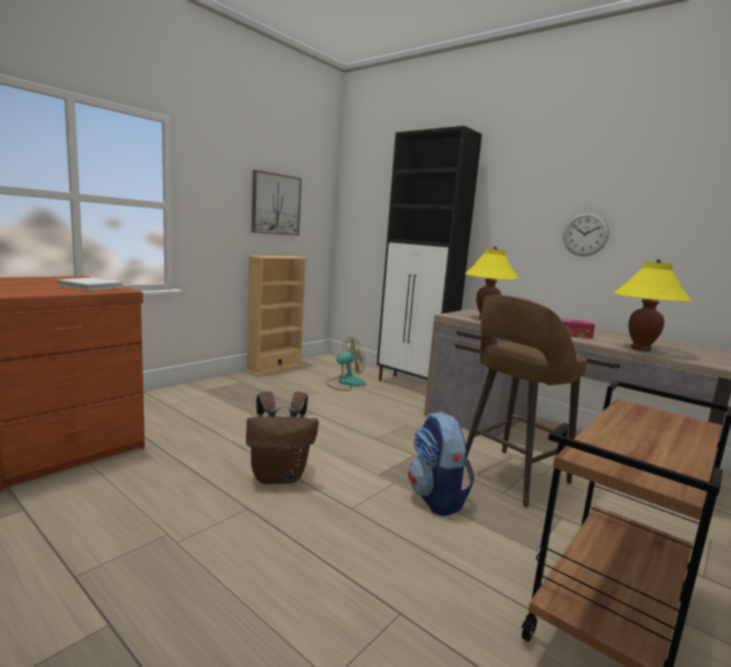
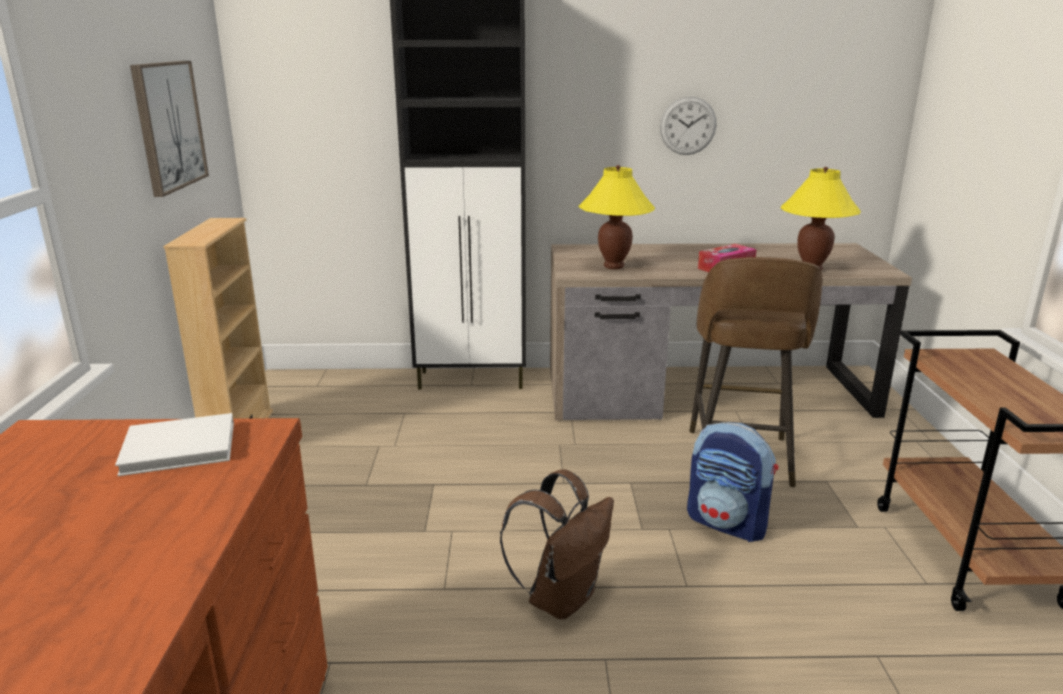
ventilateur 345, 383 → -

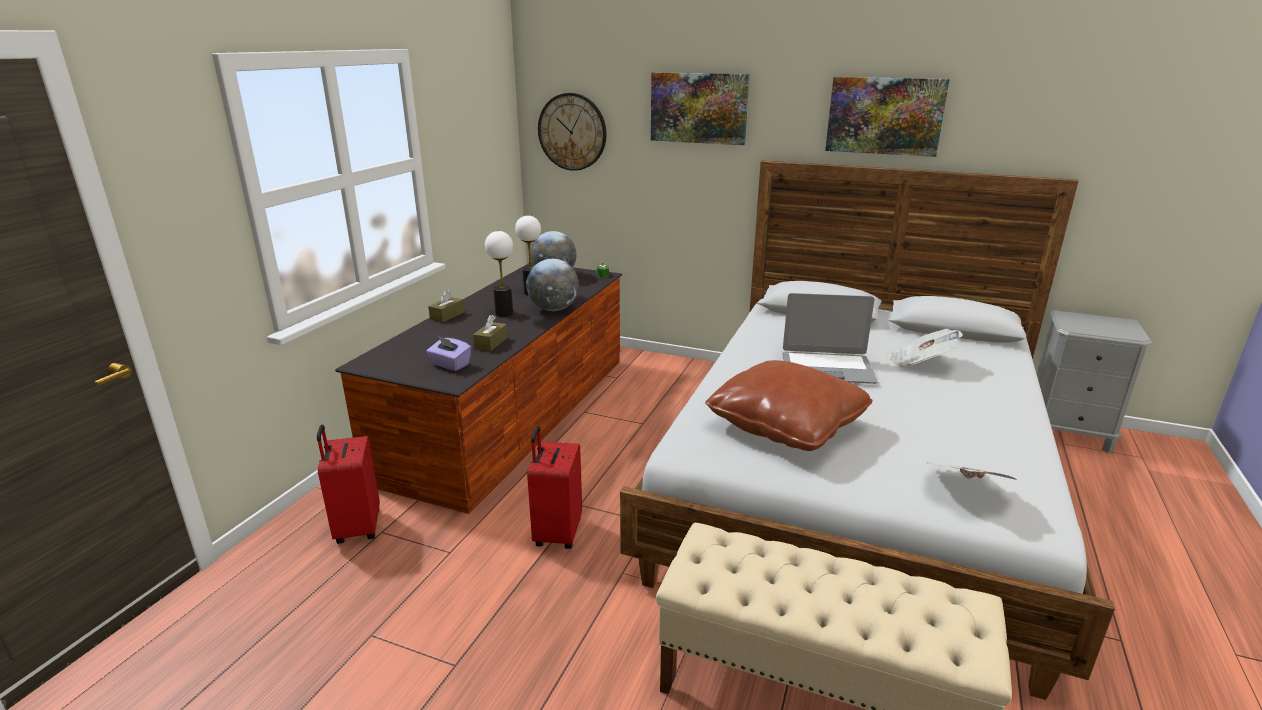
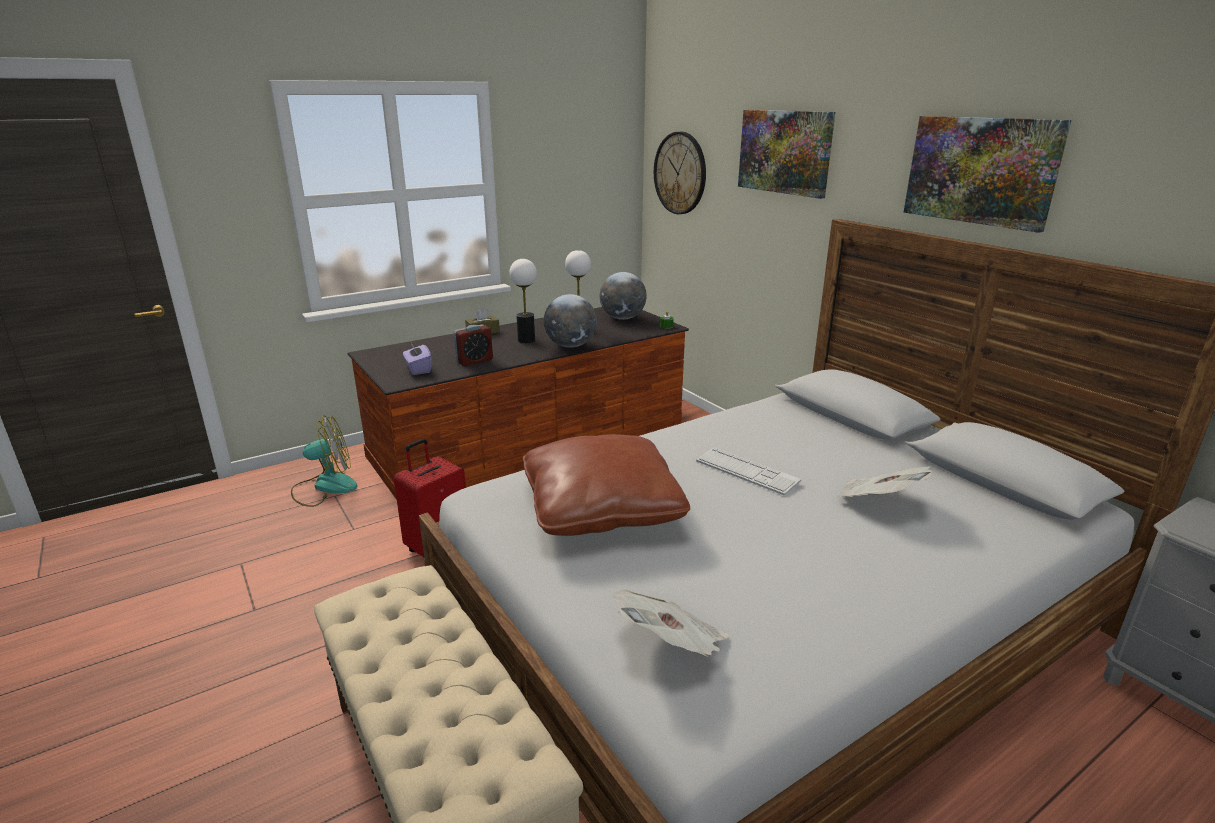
valise/rouge 356, 528 → ventilateur 325, 487
boîte à mouchoirs/marron 491, 343 → réveil 474, 361
ordinateur portable 827, 368 → clavier 747, 471

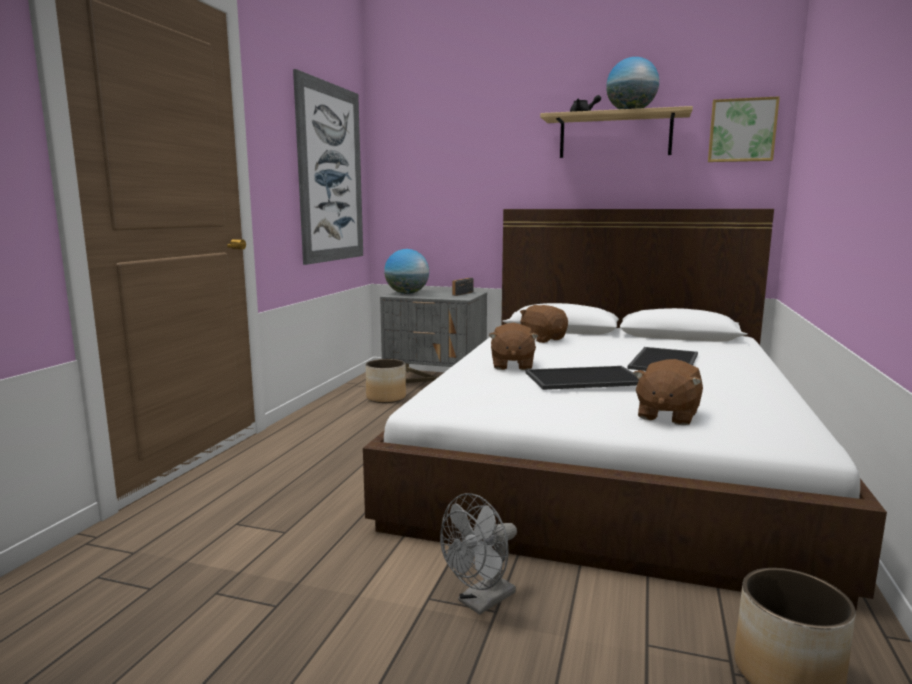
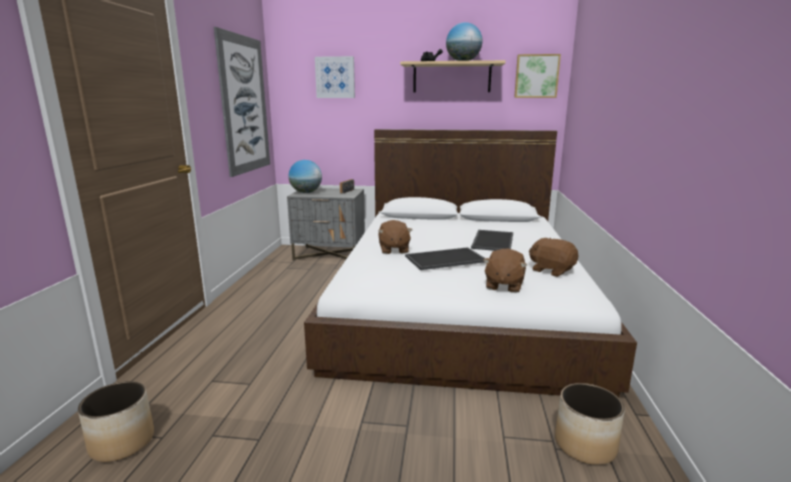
cache-pot 385, 398 → cache-pot 121, 443, moved
- → tableau 335, 77
peluche/marron 543, 339 → peluche/marron 551, 270, moved
ventilateur/gris 481, 602 → -

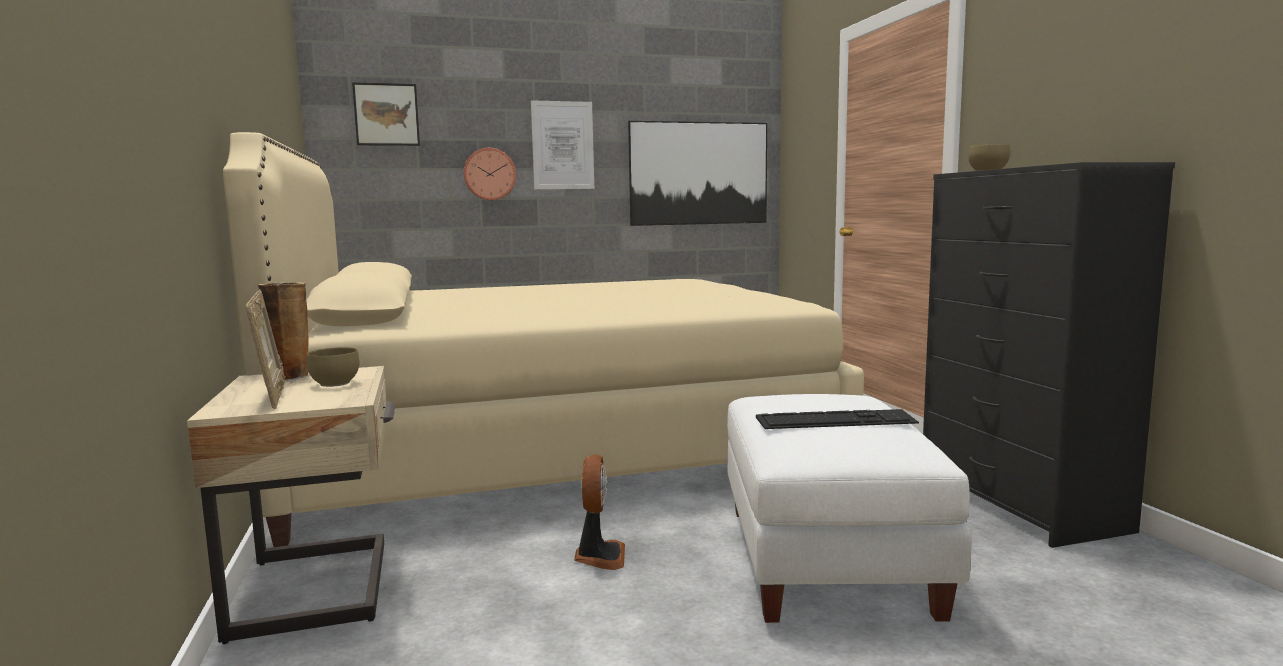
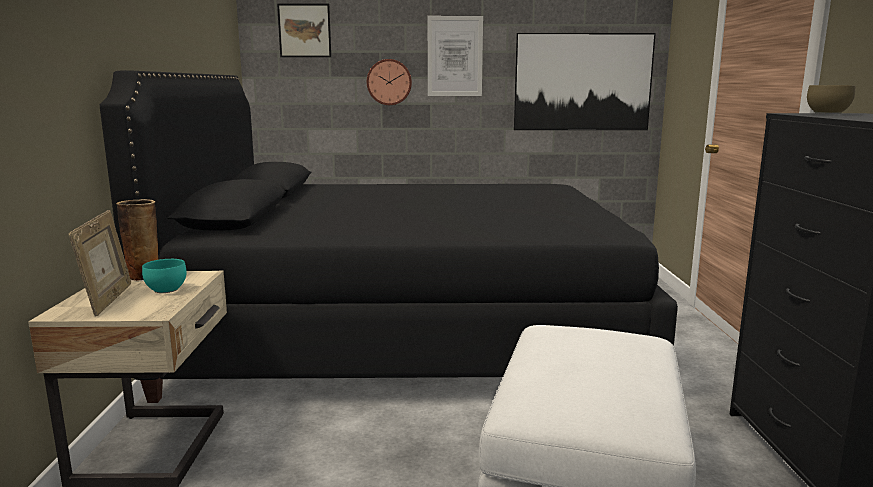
lit/beige 557, 446 → lit/noir 409, 331
bol/marron 336, 384 → bol/turquoise 167, 290
ventilateur 599, 556 → -
clavier 835, 420 → -

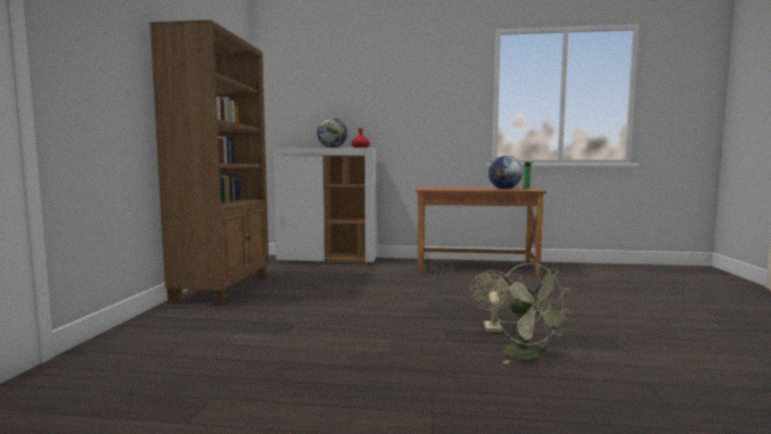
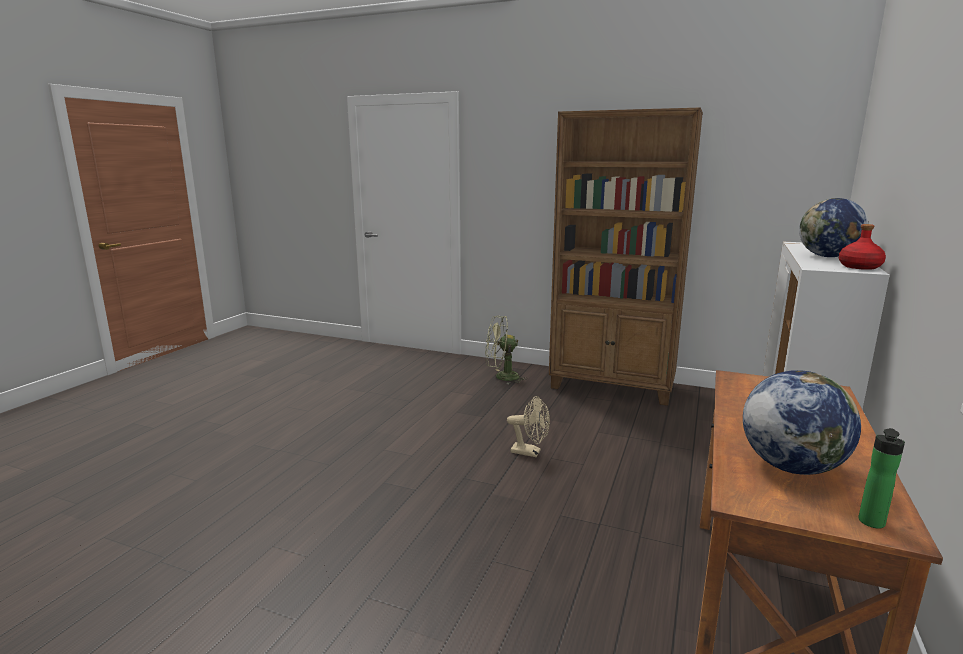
ventilateur/vert 528, 357 → ventilateur/vert 502, 377, moved
ventilateur/beige 491, 326 → ventilateur/beige 530, 452, moved

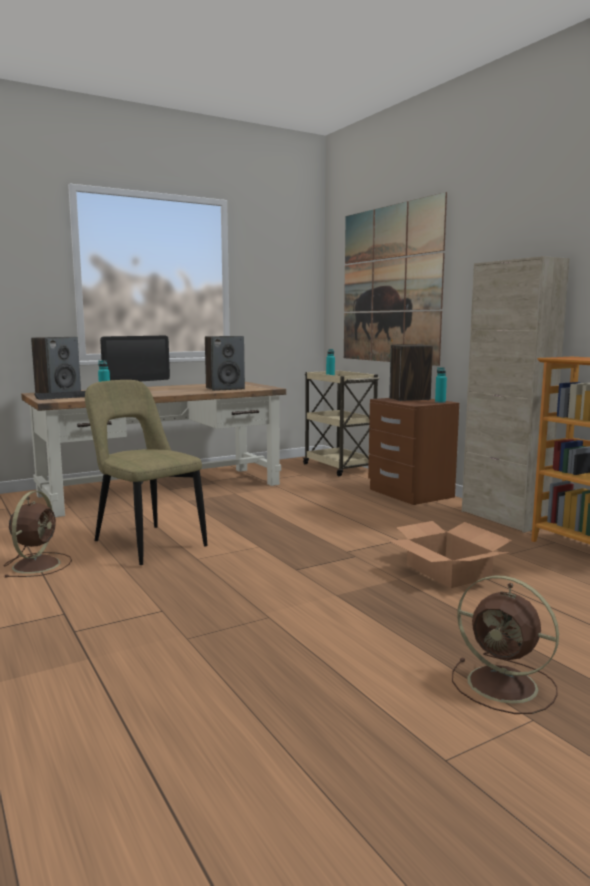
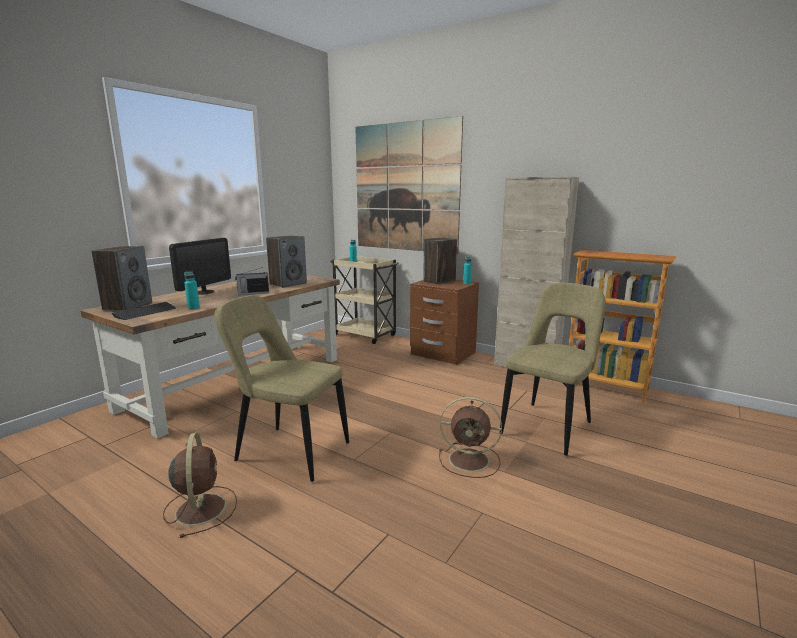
- → radio 253, 293
ventilateur/marron 505, 685 → ventilateur/marron 471, 460, moved
carton 448, 571 → chaise/beige 548, 426

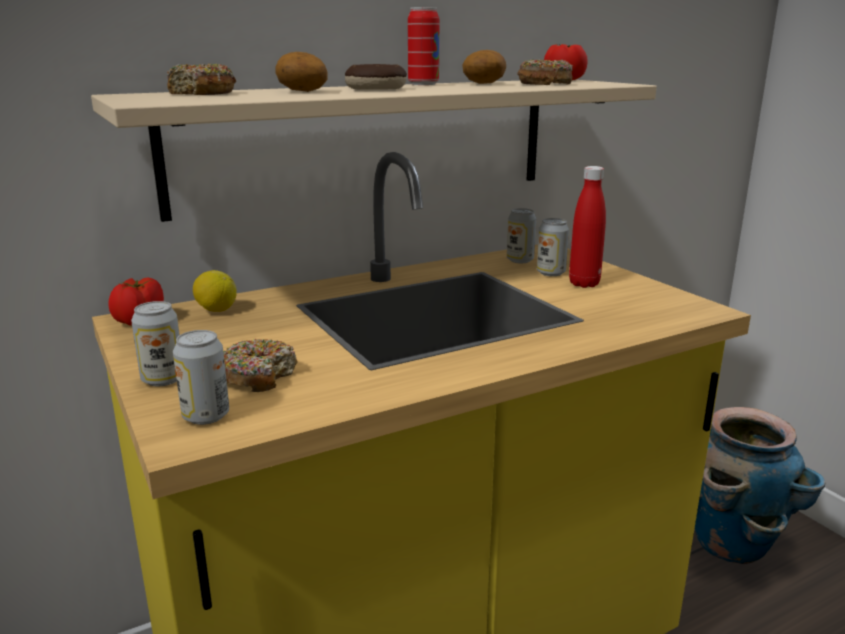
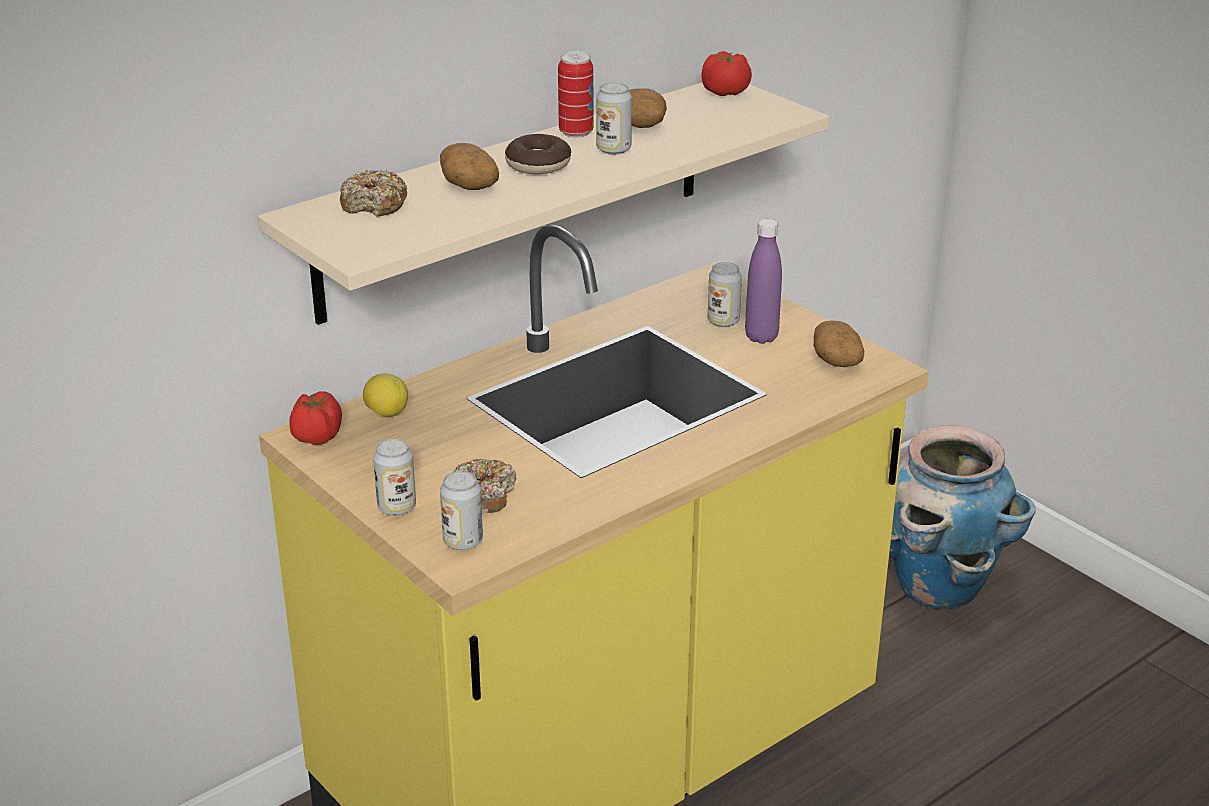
boîte métallique 520, 260 → boîte métallique 613, 149, moved
bouteille/rouge 584, 283 → bouteille/violet 761, 337
- → pomme de terre 836, 359
beignet 544, 83 → -

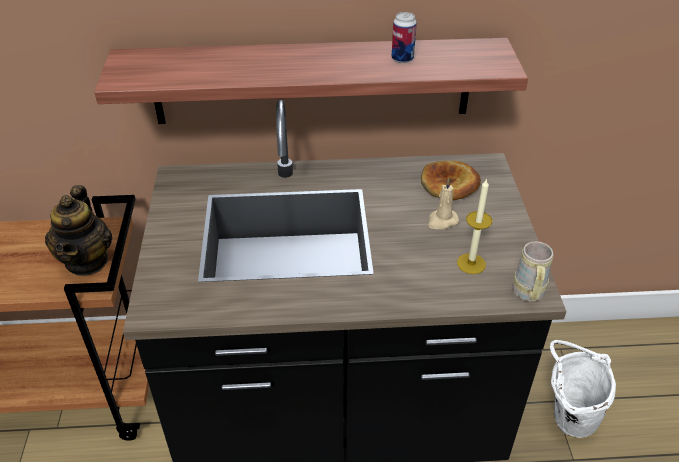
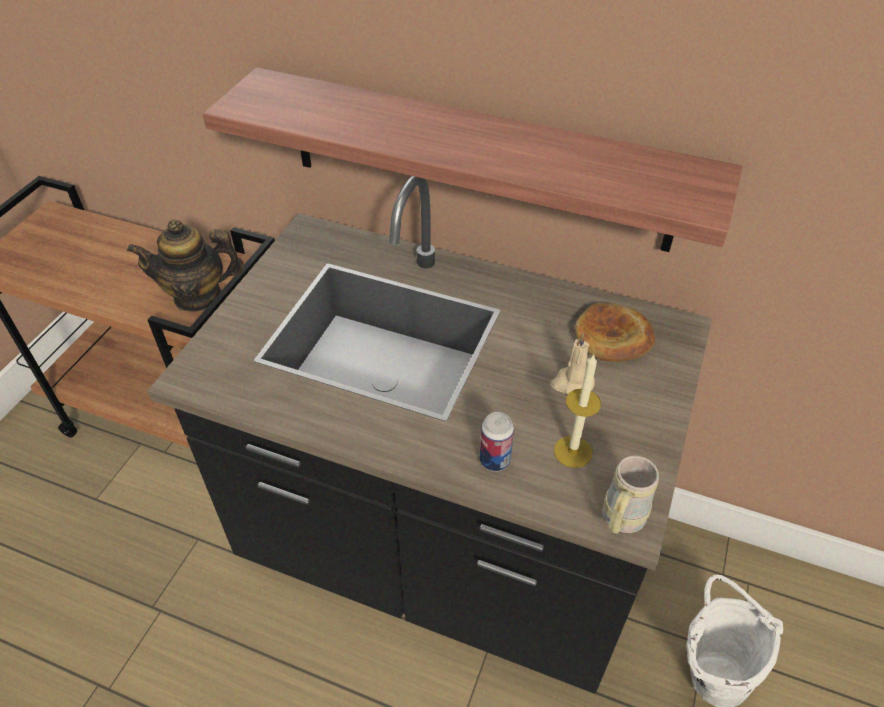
théière 87, 261 → théière 198, 296, 60 degrees clockwise
boîte métallique 402, 59 → boîte métallique 494, 460, moved

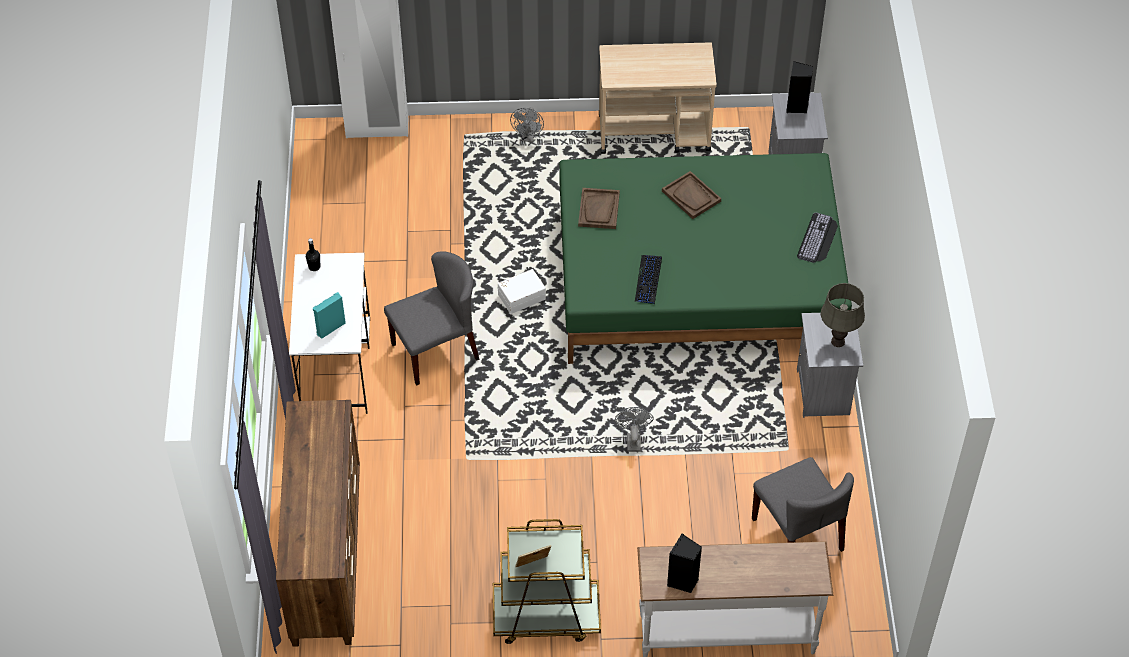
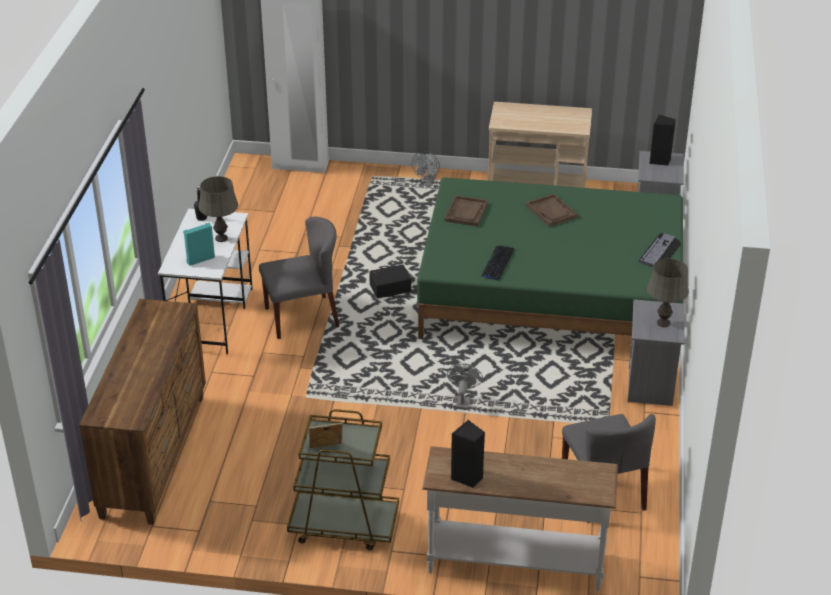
- → lampe de table/gris 221, 238
boîte de rangement/blanc 521, 296 → boîte de rangement/noir 389, 287

